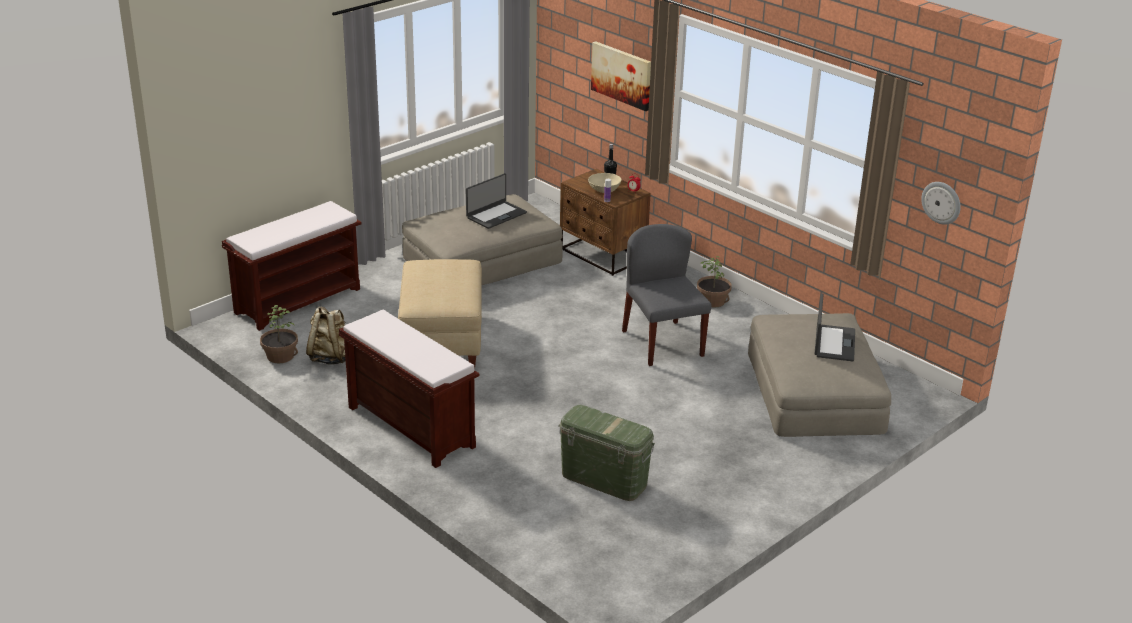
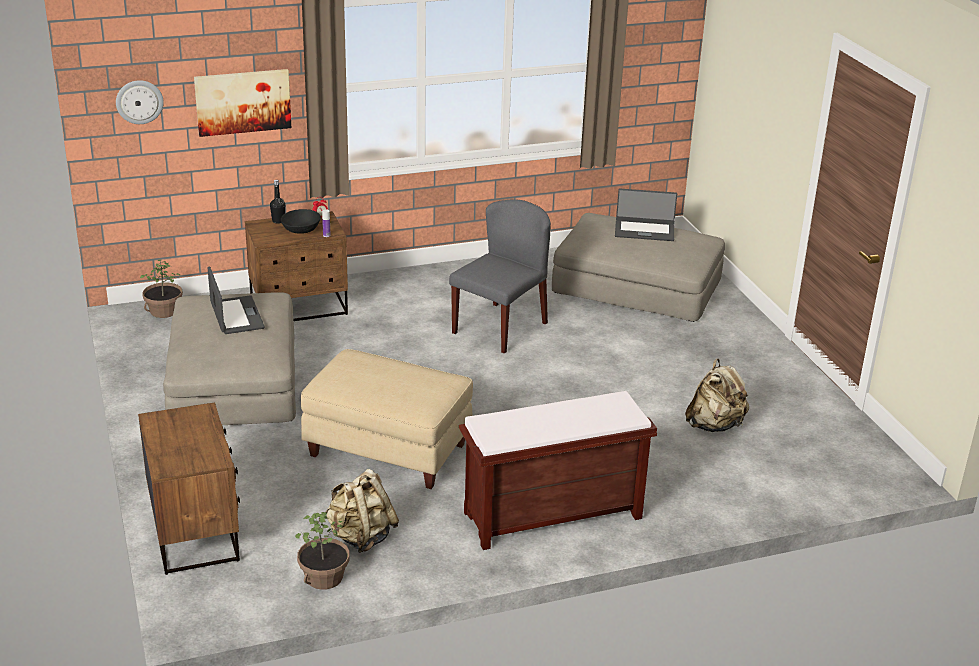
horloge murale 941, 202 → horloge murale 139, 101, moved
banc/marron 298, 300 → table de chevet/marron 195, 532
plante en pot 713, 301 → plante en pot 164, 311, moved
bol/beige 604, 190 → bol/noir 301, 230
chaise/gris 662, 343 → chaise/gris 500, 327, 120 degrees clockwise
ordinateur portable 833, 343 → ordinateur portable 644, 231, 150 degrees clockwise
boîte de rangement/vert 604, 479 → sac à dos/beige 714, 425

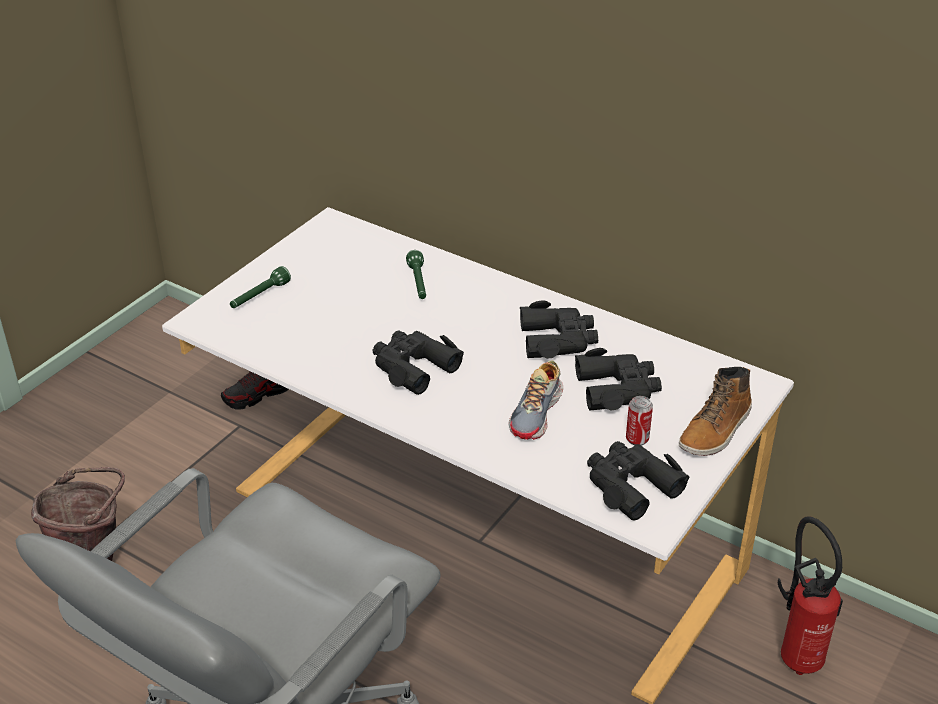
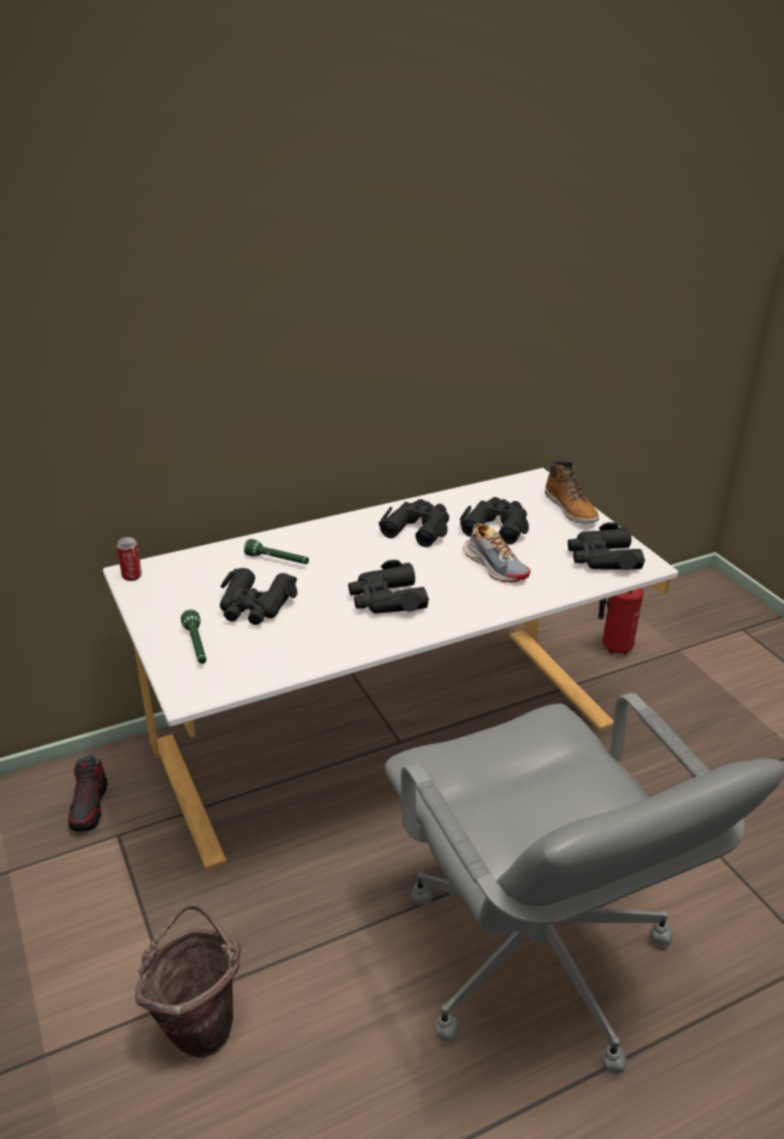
boîte métallique 637, 439 → boîte métallique 132, 576, moved
- → jumelles/noir 255, 606

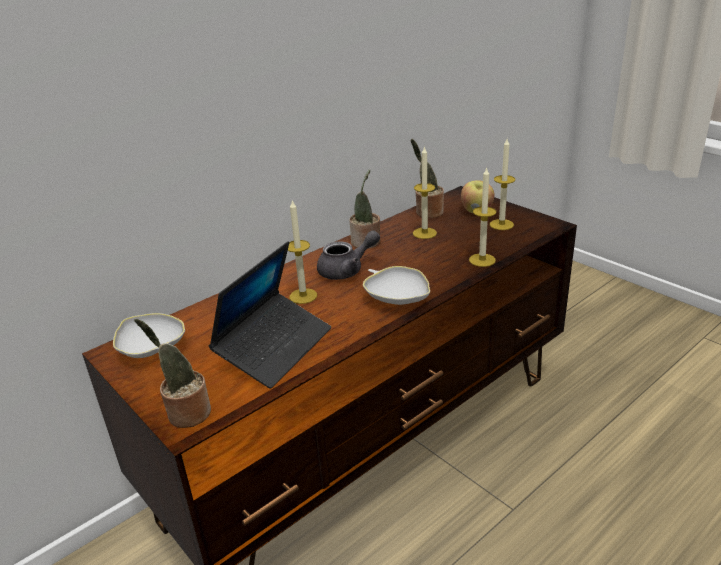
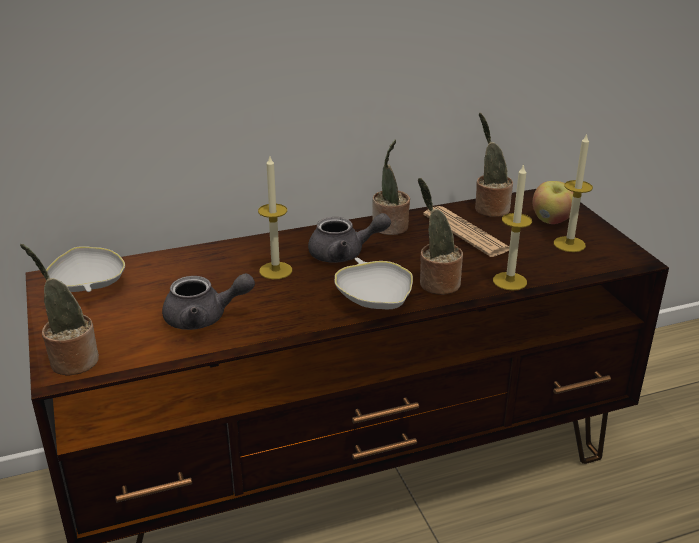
ordinateur portable 274, 347 → théière/gris 204, 318
- → plante en pot 436, 283
bougie 424, 233 → journal 466, 232

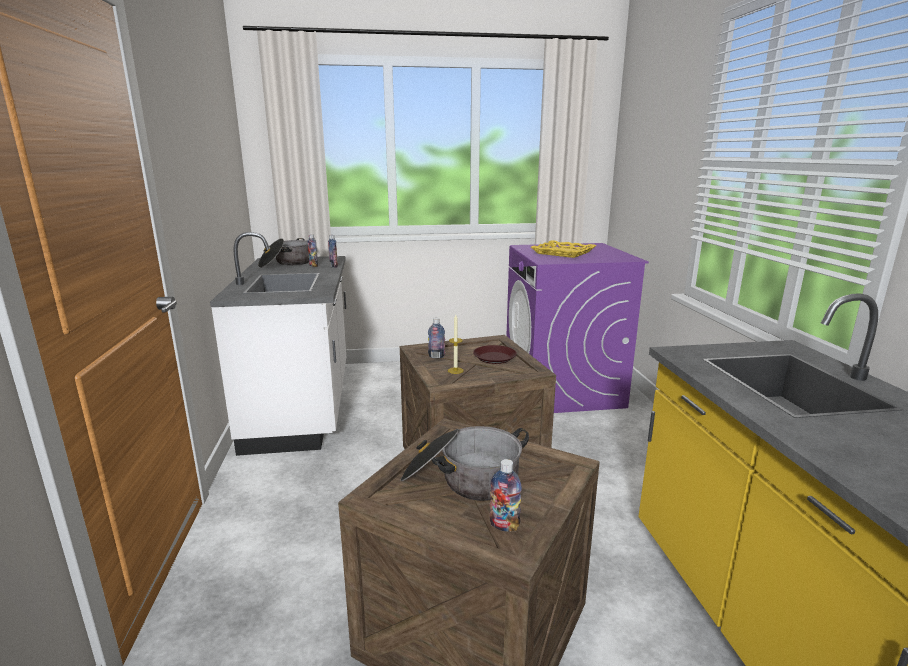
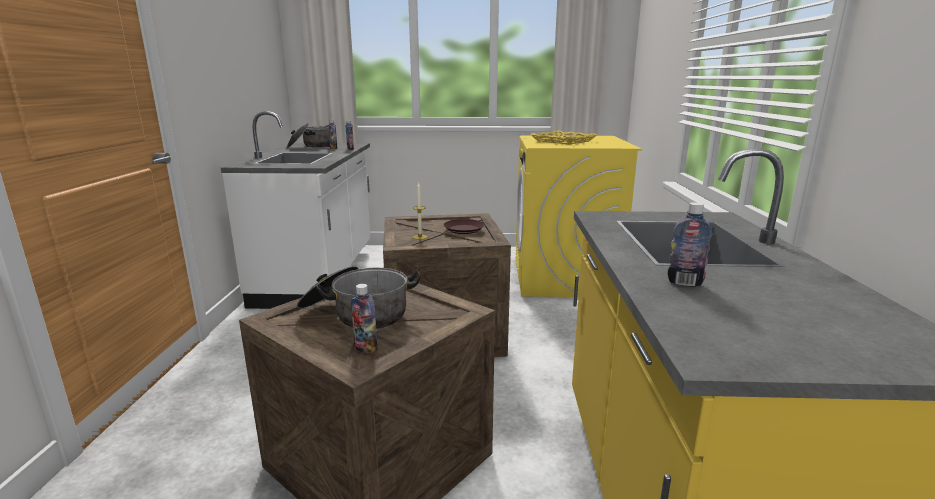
lave-linge/violet 562, 389 → lave-linge/jaune 564, 277
bouteille 436, 356 → bouteille 684, 282, moved

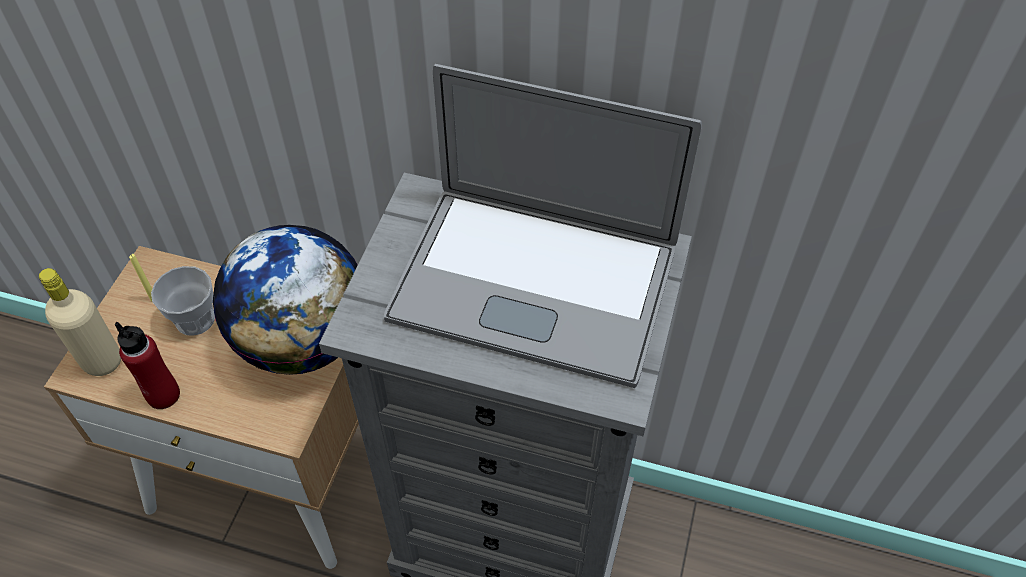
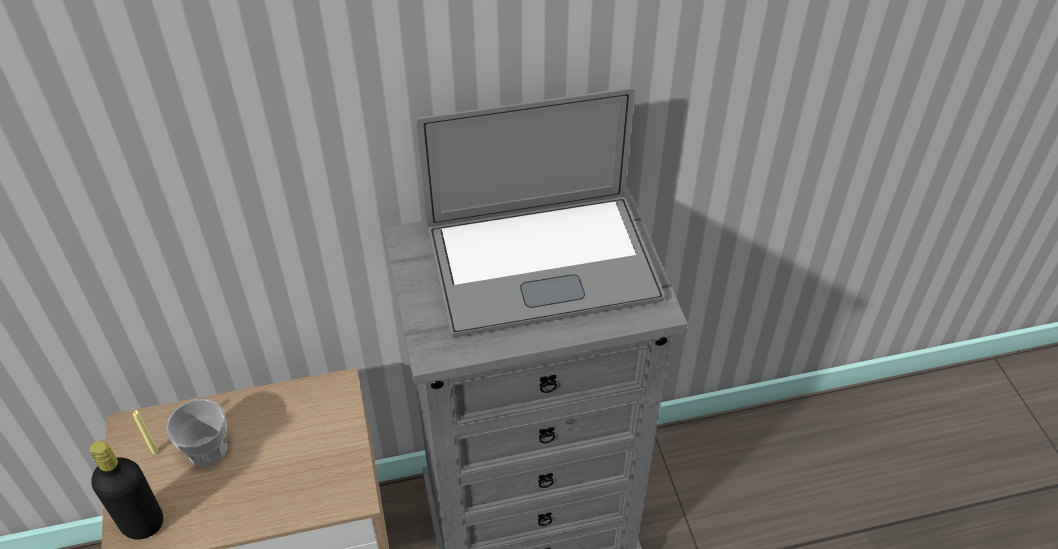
bouteille/beige 102, 361 → bouteille/noir 142, 523
bouteille/rouge 163, 395 → -
globe 303, 341 → -

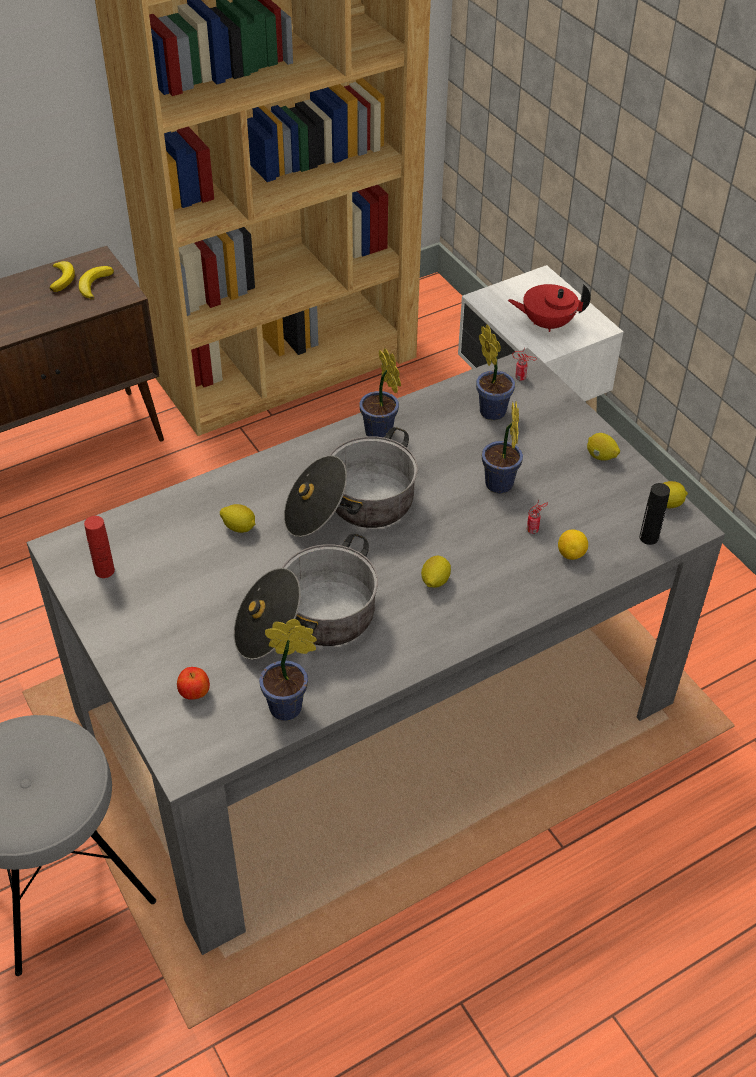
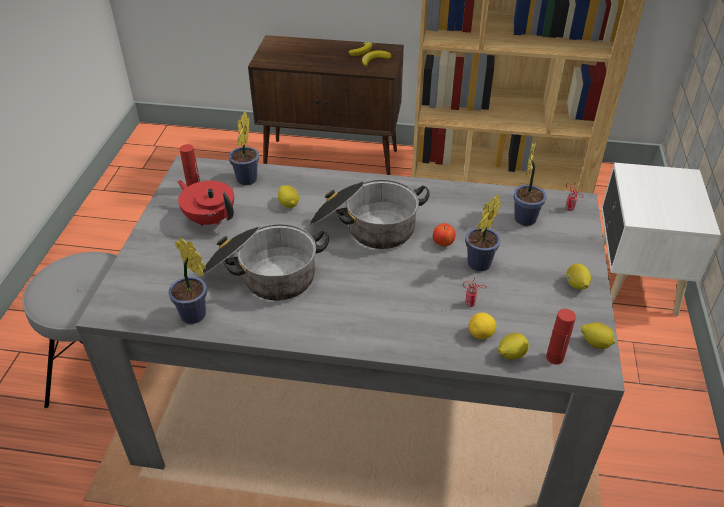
théière/rouge 547, 323 → théière/rouge 210, 218, moved
plante en pot 380, 435 → plante en pot 246, 181, moved
pomme 194, 693 → pomme 443, 243, moved
citron 434, 581 → citron 511, 354, moved
bouteille/noir 648, 537 → bouteille/rouge 554, 357

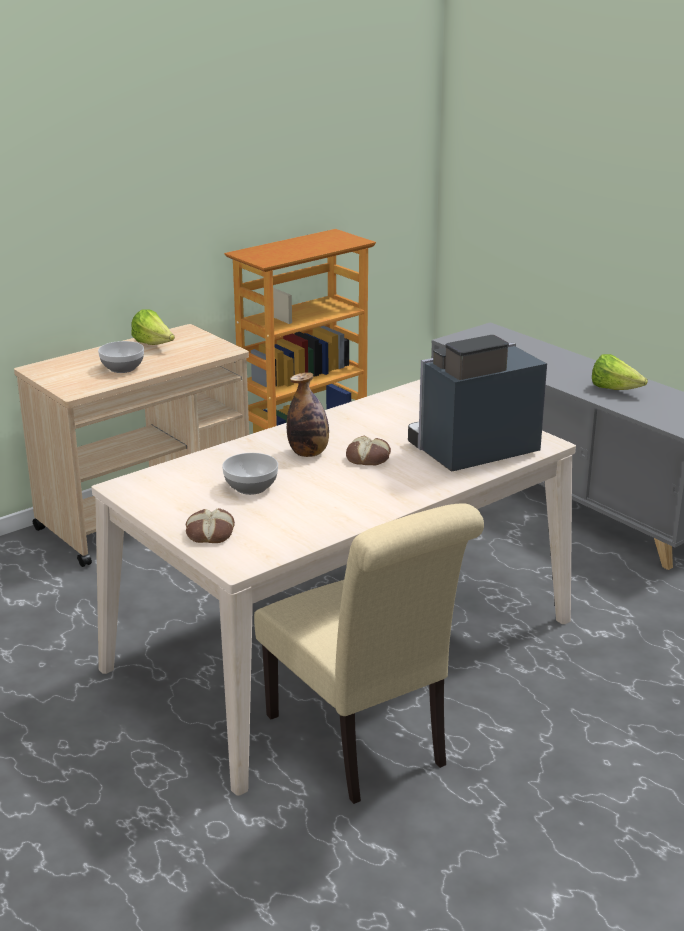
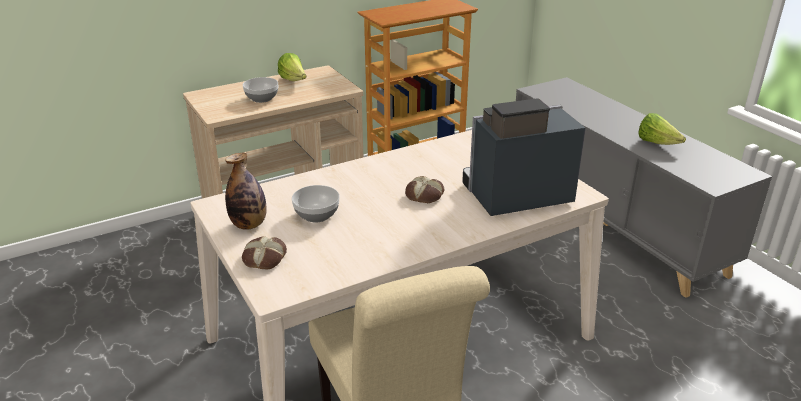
bouteille 308, 453 → bouteille 249, 225, moved

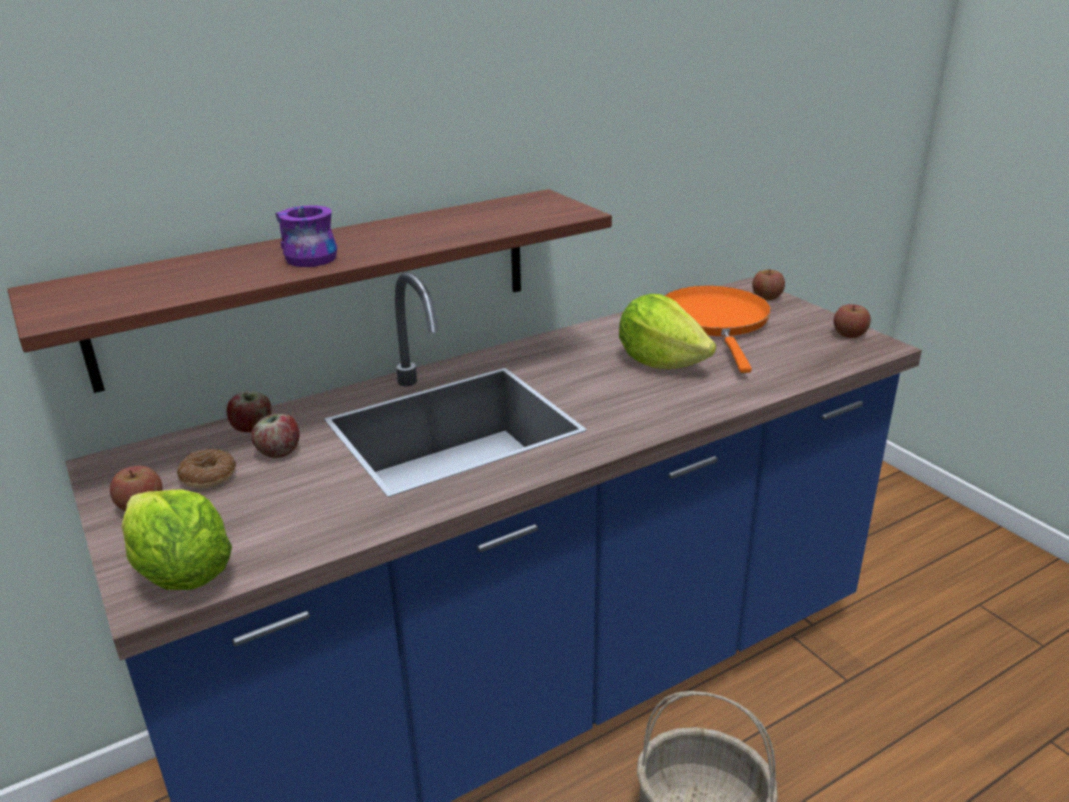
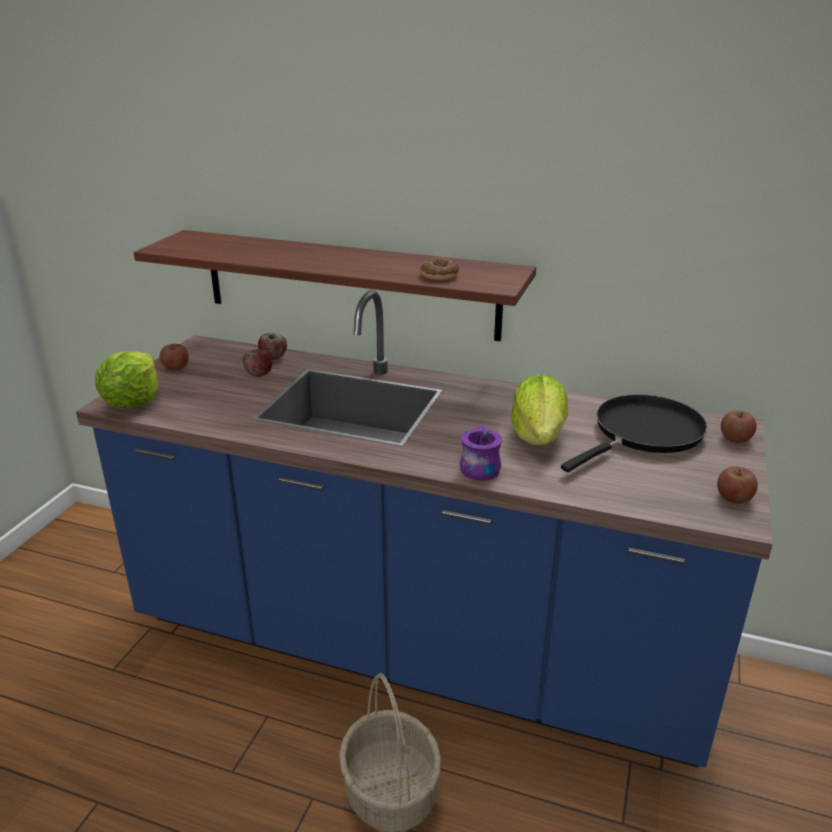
beignet 208, 476 → beignet 439, 275, moved
mug/violet 303, 258 → mug/violet 476, 466, moved
poêle/orange 715, 322 → poêle/noir 643, 433

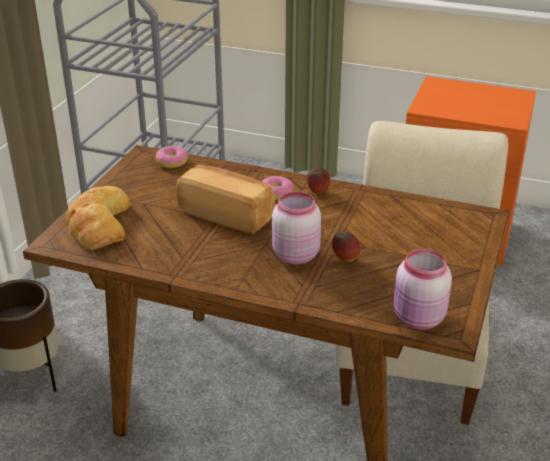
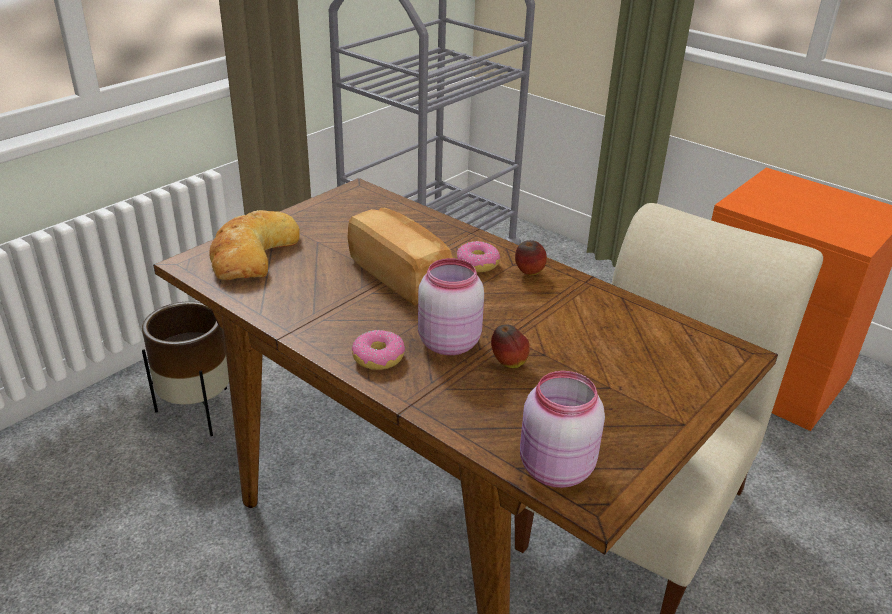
beignet 172, 162 → beignet 378, 358, moved

